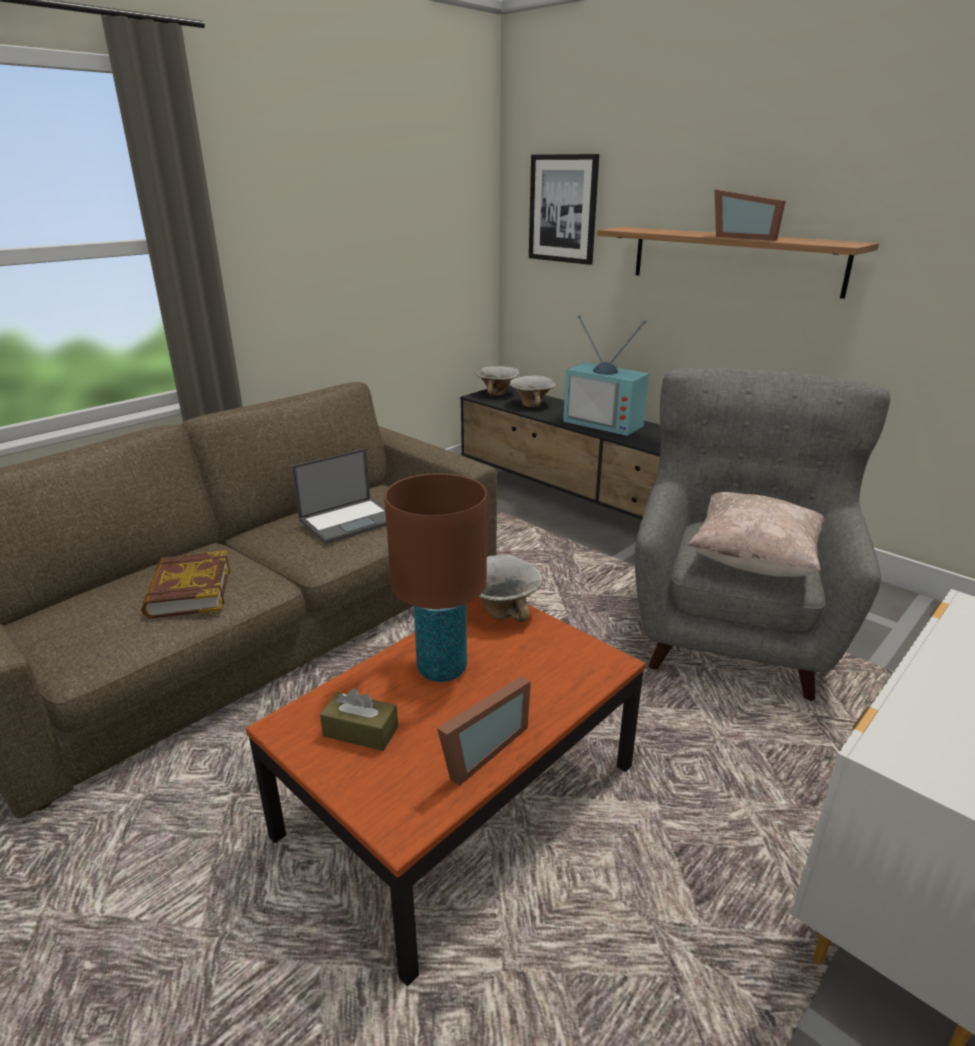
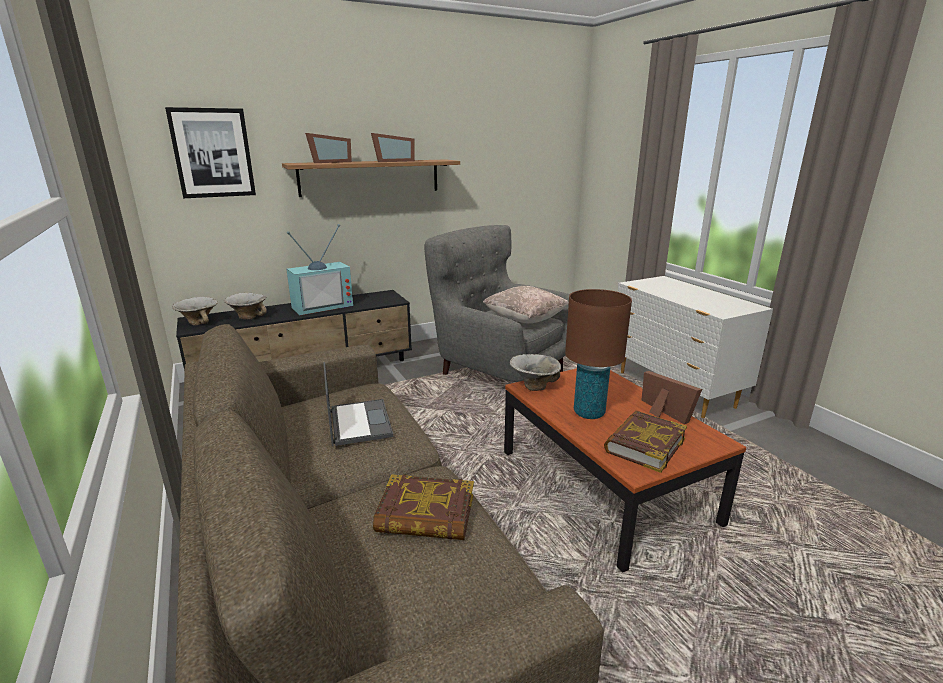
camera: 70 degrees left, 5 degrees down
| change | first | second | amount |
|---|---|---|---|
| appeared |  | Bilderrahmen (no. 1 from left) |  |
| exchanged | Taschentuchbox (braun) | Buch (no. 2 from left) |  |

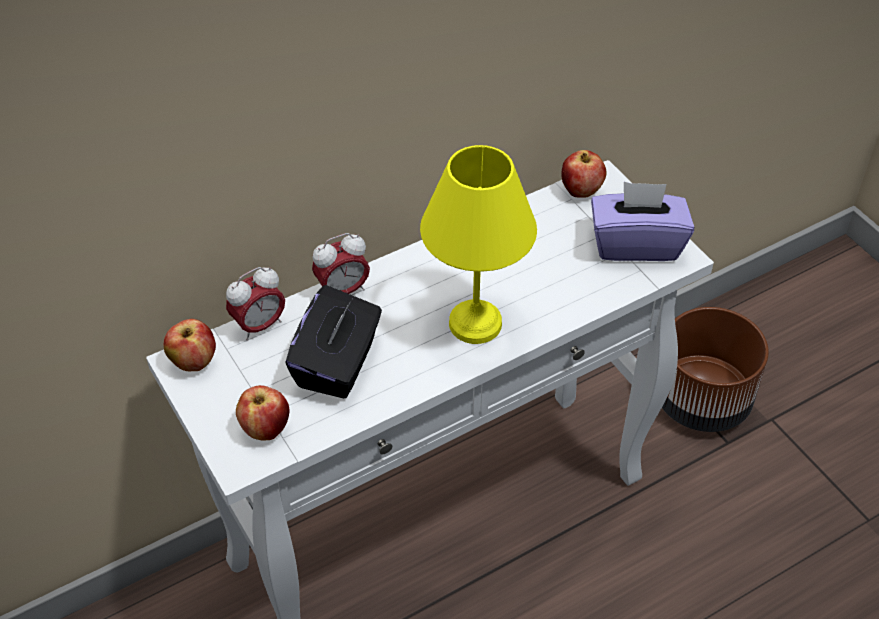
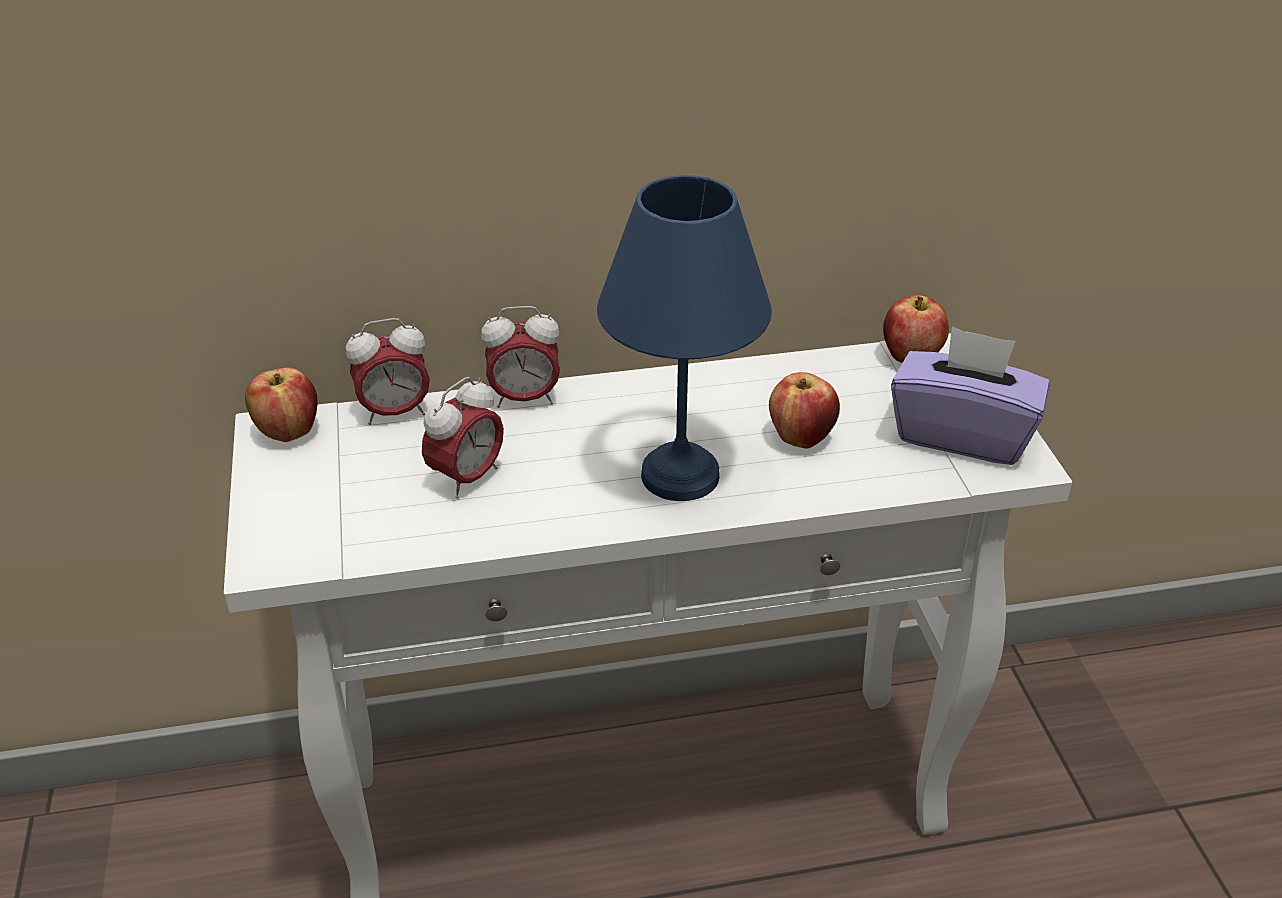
camera: 20 degrees right, 10 degrees down
| change | first | second | amount |
|---|---|---|---|
| missing | Pflanzkübel (braun) |  |  |
| relocated | Apfel (no. 2 from left) |  |  |
| exchanged | Taschentuchbox (schwarz) | Wecker (no. 2 from left) |  |
| colour | Tischlampe (gelb) | Tischlampe (blau) |  |

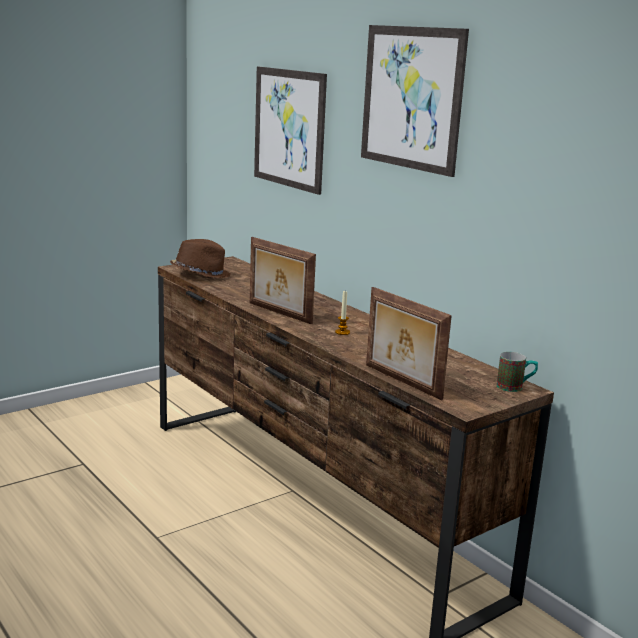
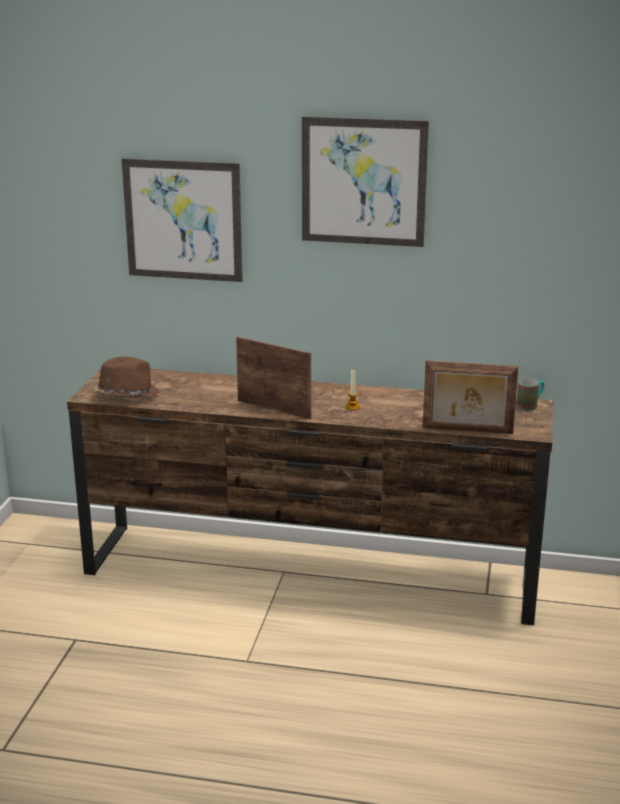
camera: 40 degrees left, 5 degrees up
| change | first | second | amount |
|---|---|---|---|
| spun | Bilderrahmen (no. 1 from left) |  | 150 degrees counterclockwise |

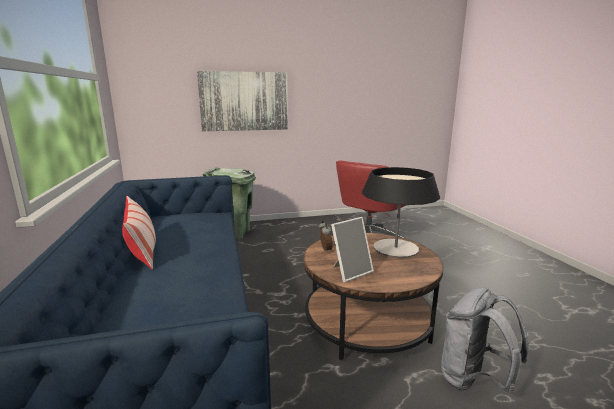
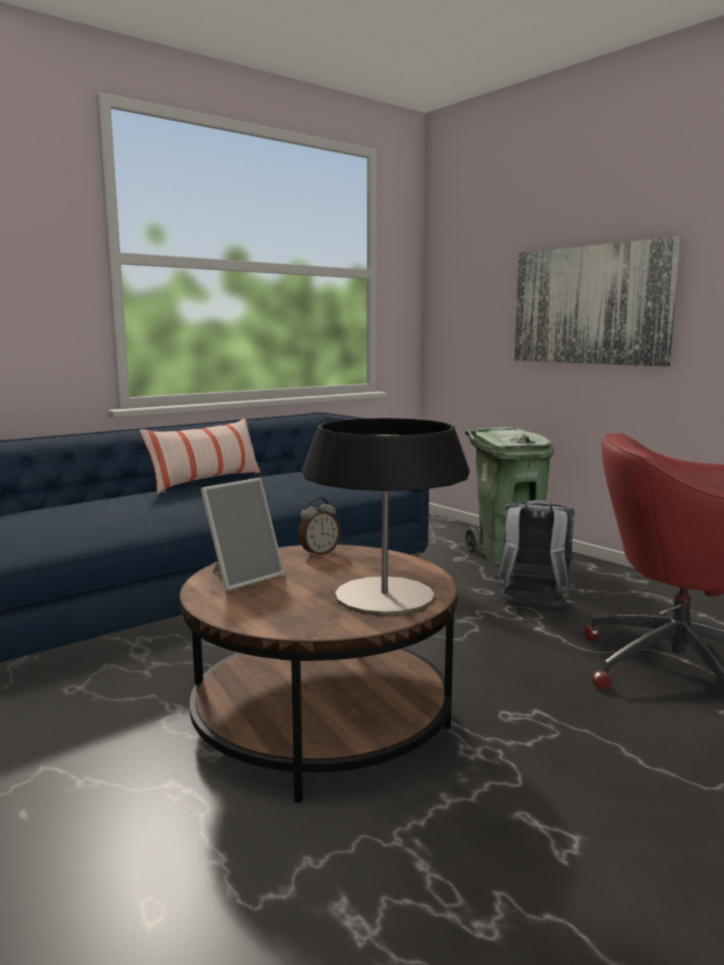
camera: 65 degrees right, 5 degrees down
| change | first | second | amount |
|---|---|---|---|
| relocated | Rucksack (grau) |  |  |
| spun | Bilderrahmen |  | 75 degrees counterclockwise |

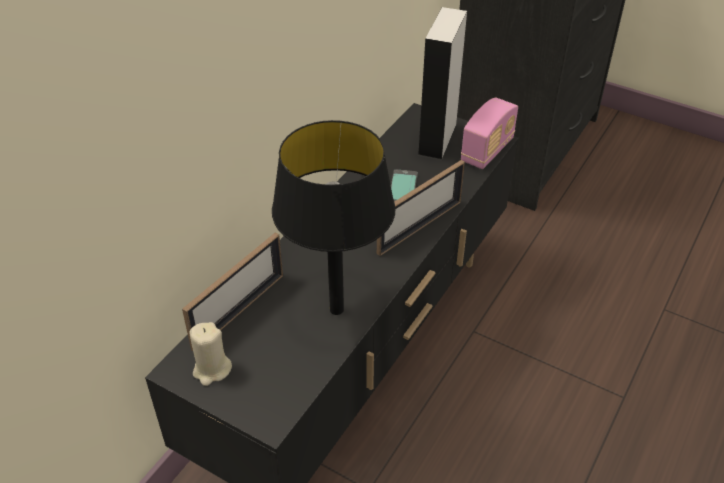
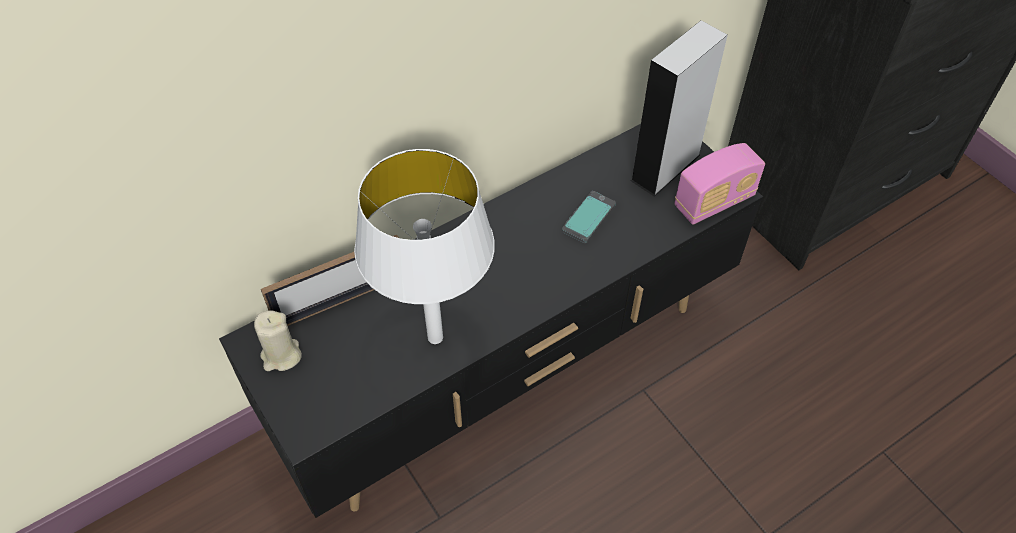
camera: 25 degrees right, 10 degrees up
| change | first | second | amount |
|---|---|---|---|
| missing | Bilderrahmen (no. 2 from left) |  |  |
| colour | Tischlampe (schwarz) | Tischlampe (weiß) |  |

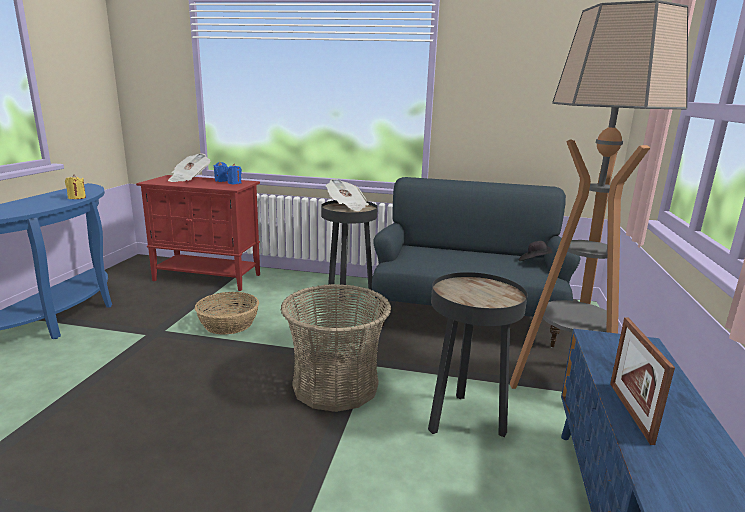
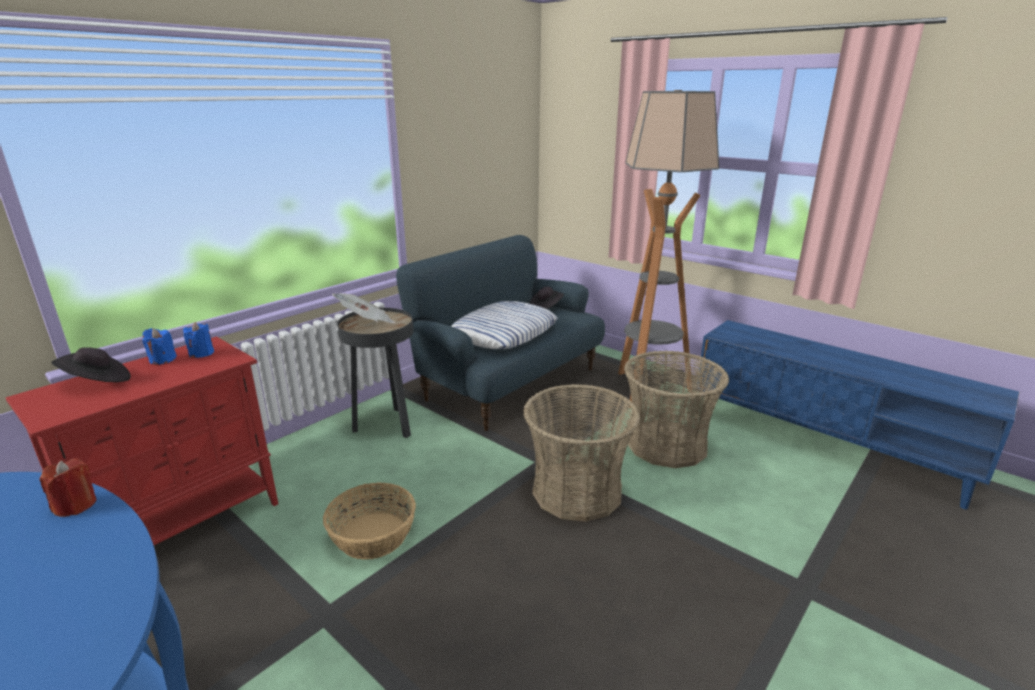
camera: 60 degrees left, 5 degrees up
| change | first | second | amount |
|---|---|---|---|
| missing | Bilderrahmen |  |  |
| appeared |  | Kissen |  |
| exchanged | Zeitung (no. 1 from left) | Hut (schwarz) (no. 1 from left) |  |
| exchanged | Beistelltisch (schwarz) (no. 2 from left) | Korb (no. 3 from left) |  |
| colour | Kerze (gelb) | Kerze (rot) |  |

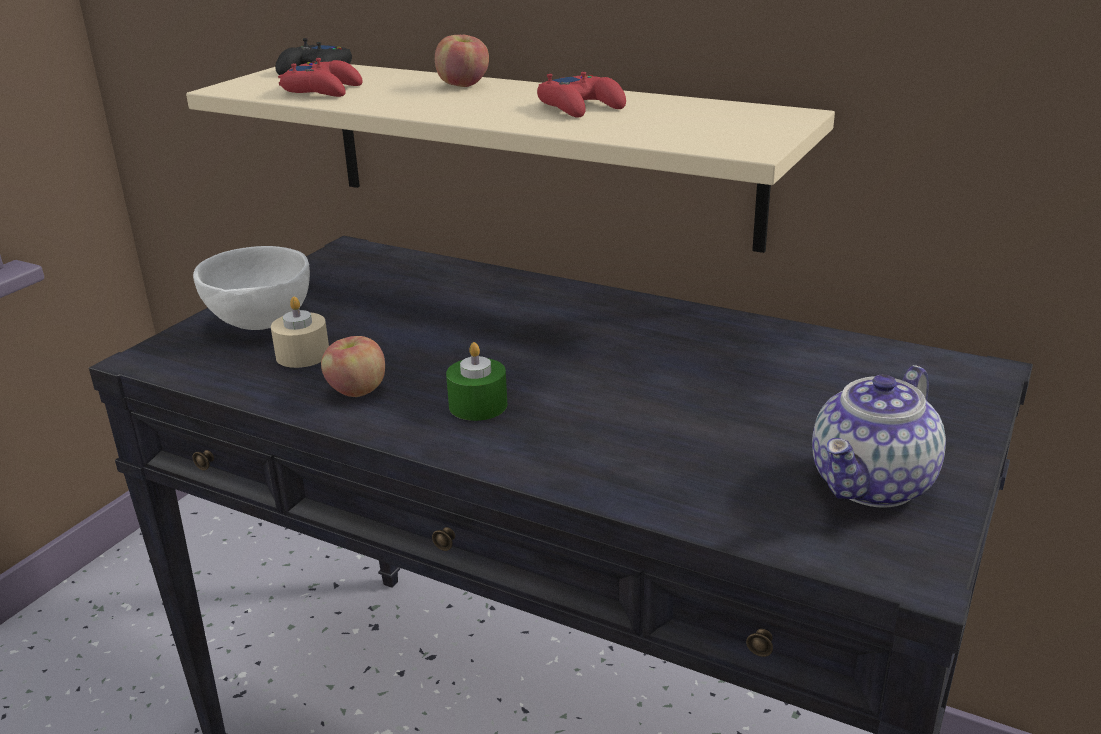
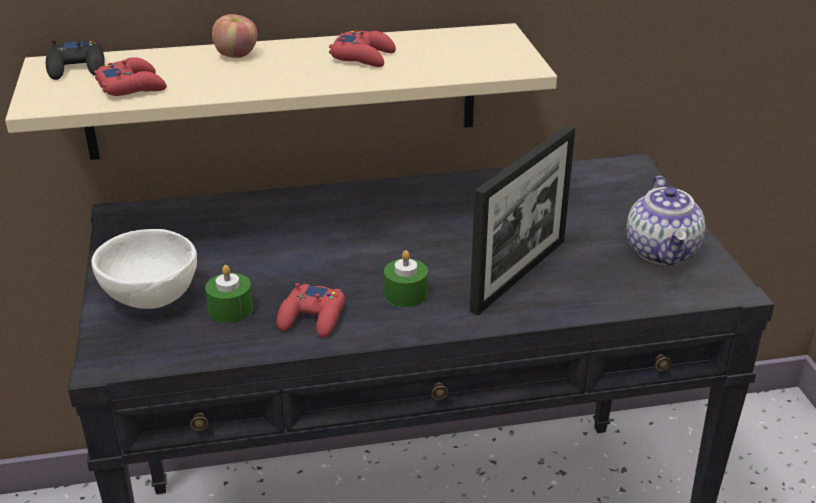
camera: 40 degrees left, 5 degrees up
| change | first | second | amount |
|---|---|---|---|
| appeared |  | Bilderrahmen |  |
| exchanged | Apfel (no. 1 from left) | Gamepad (rot) (no. 2 from left) |  |
| colour | Kerze (beige) | Kerze (grün) (no. 1 from left) |  |

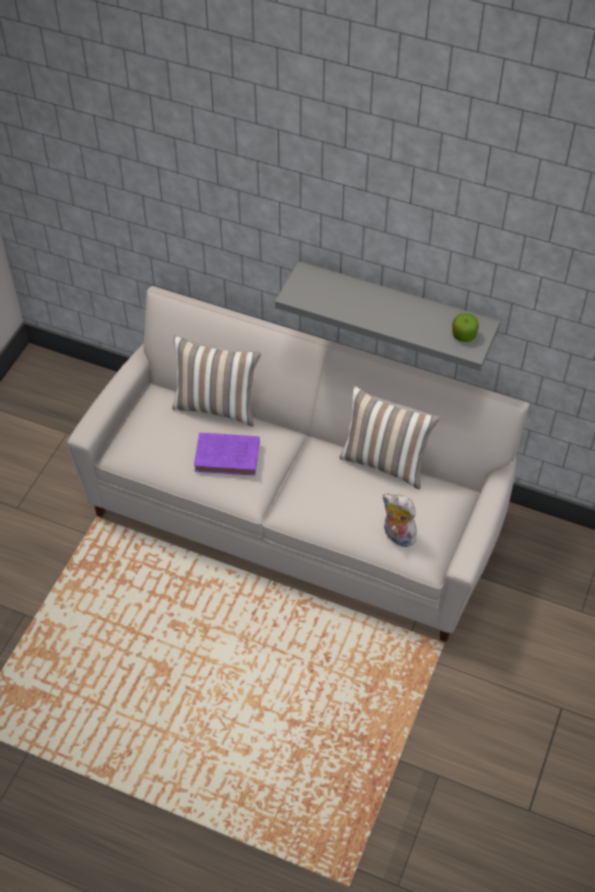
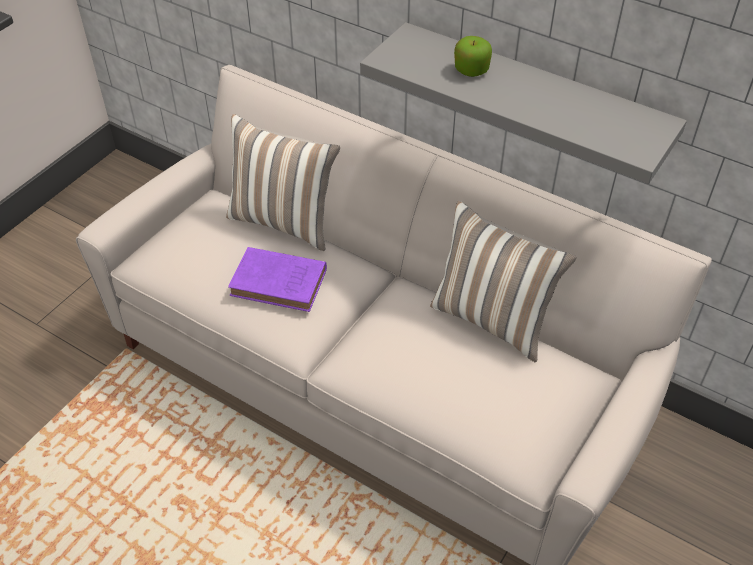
camera: 10 degrees right, 5 degrees down
| change | first | second | amount |
|---|---|---|---|
| missing | Plüschtier |  |  |
| relocated | Apfel |  |  |

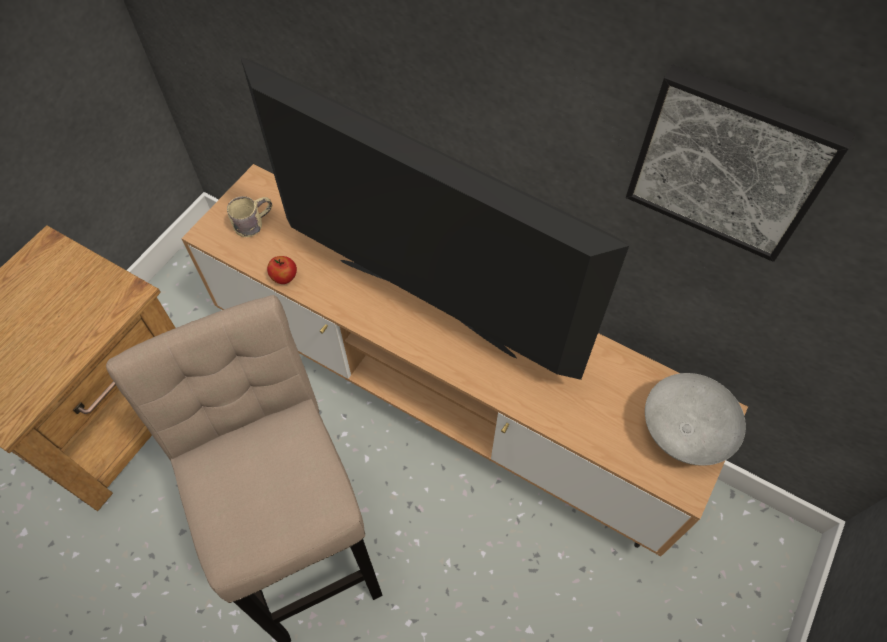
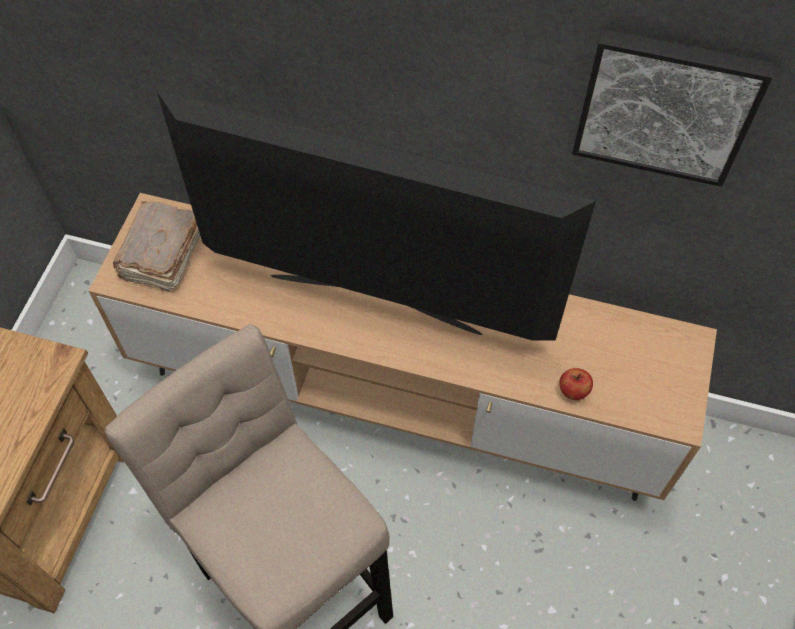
camera: 15 degrees left, 0 degrees up
| change | first | second | amount |
|---|---|---|---|
| missing | Schüssel (grau) |  |  |
| relocated | Apfel |  |  |
| exchanged | Henkelbecher (beige) | Buch (braun) |  |

